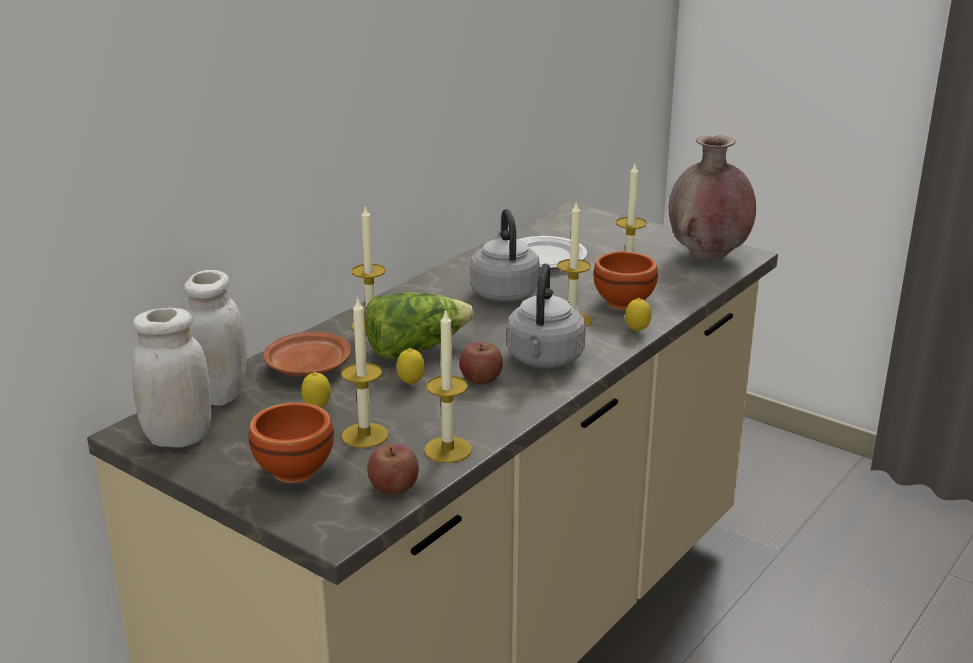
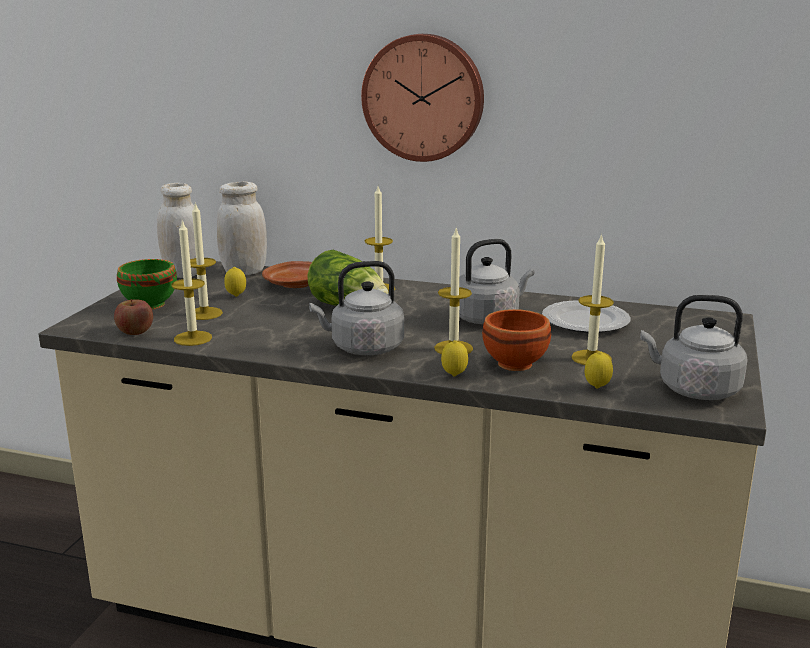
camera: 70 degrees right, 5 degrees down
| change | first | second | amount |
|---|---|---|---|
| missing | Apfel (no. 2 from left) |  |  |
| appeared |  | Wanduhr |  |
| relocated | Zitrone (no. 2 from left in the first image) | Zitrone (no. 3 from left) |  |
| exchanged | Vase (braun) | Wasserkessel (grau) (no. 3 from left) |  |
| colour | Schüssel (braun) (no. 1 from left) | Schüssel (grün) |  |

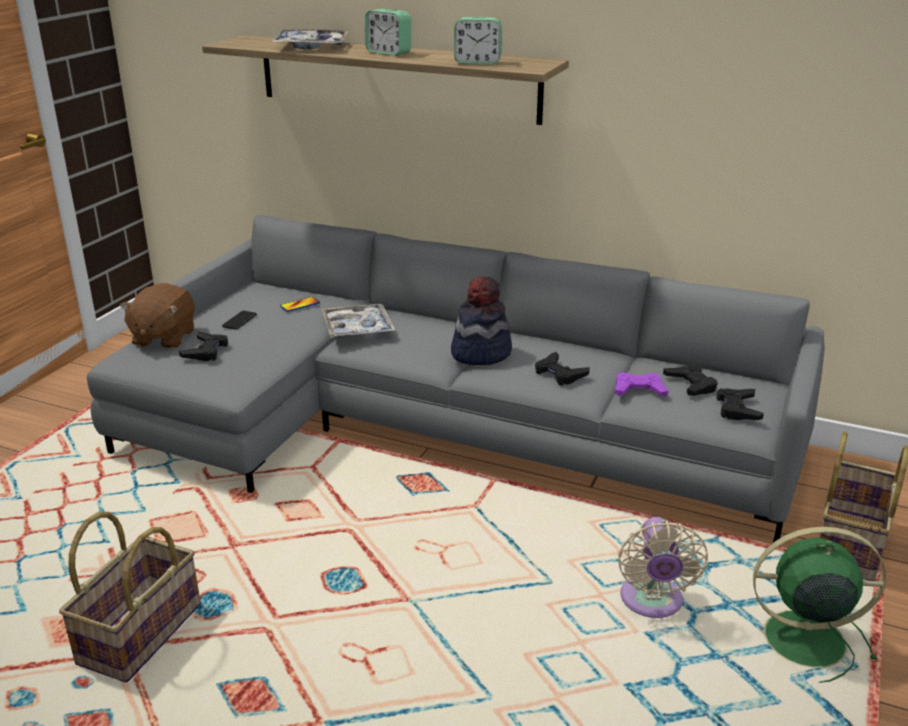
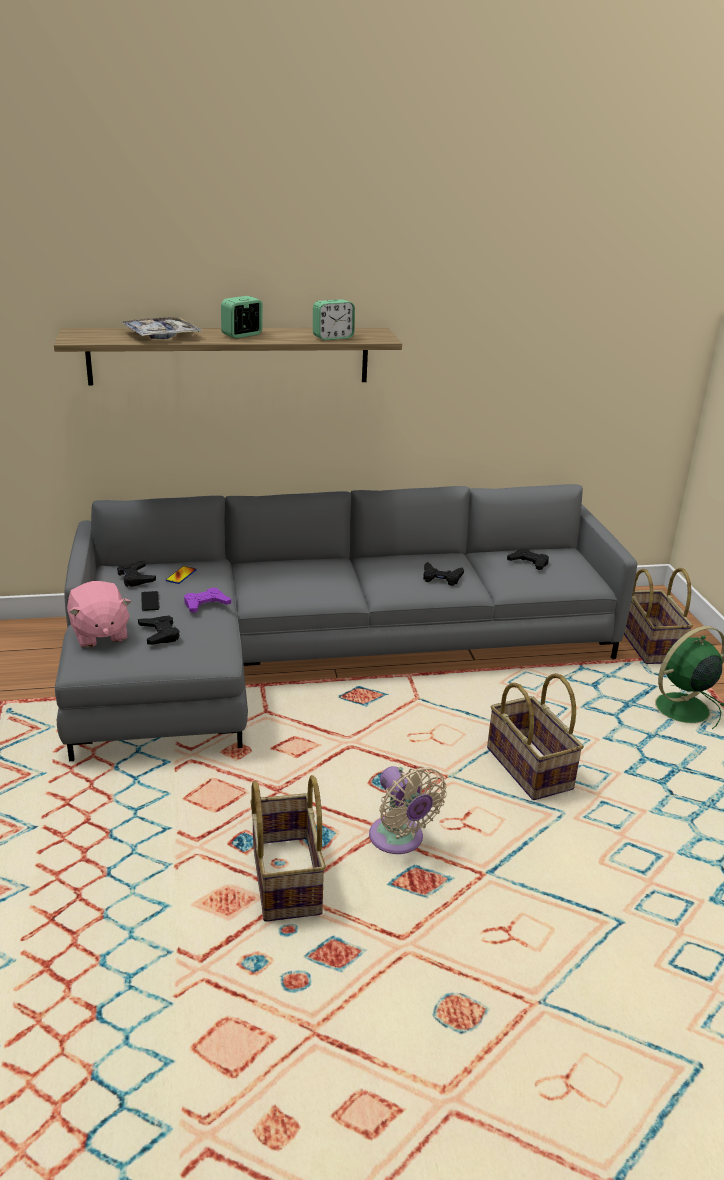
camera: 35 degrees left, 0 degrees up
| change | first | second | amount |
|---|---|---|---|
| missing | Tablett (no. 2 from left) |  |  |
| missing | Hut |  |  |
| appeared |  | Korb (no. 2 from left) |  |
| relocated | Gamepad (lila) |  |  |
| relocated | Ventilator (beige) |  |  |
| relocated | Gamepad (schwarz) (no. 4 from left in the first image) | Gamepad (schwarz) (no. 1 from left) |  |
| colour | Plüschtier (braun) | Plüschtier (rosa) |  |
| spun | Wecker (no. 1 from left) |  | 135 degrees clockwise |

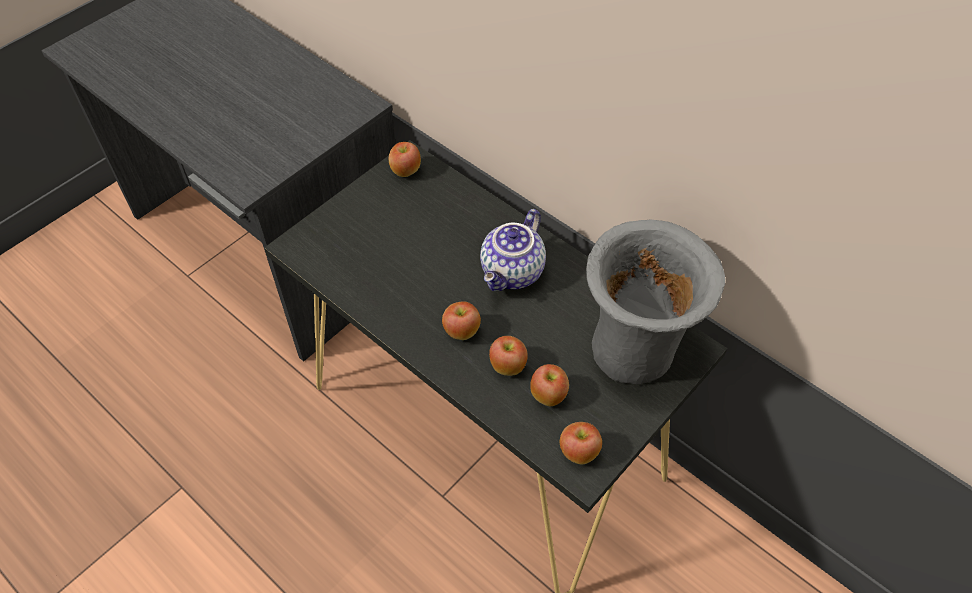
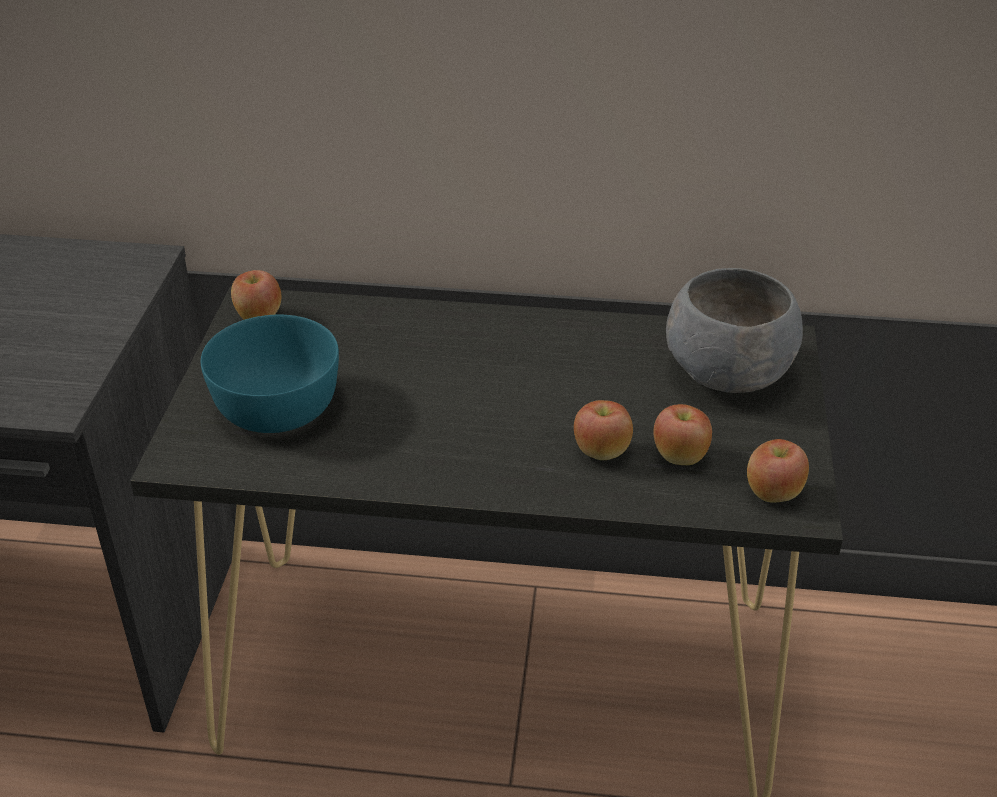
camera: 35 degrees left, 15 degrees down
| change | first | second | amount |
|---|---|---|---|
| missing | Apfel (no. 2 from left) |  |  |
| missing | Teekanne |  |  |
| appeared |  | Schüssel (türkis) |  |
| exchanged | Vase (grau) | Schüssel (grau) |  |

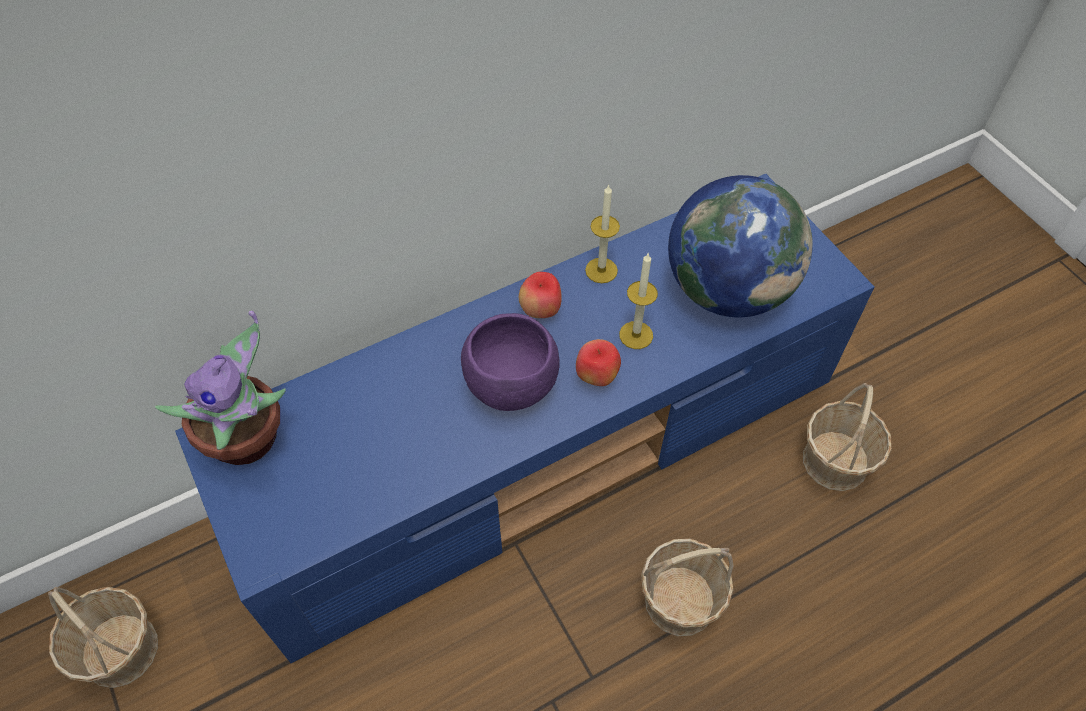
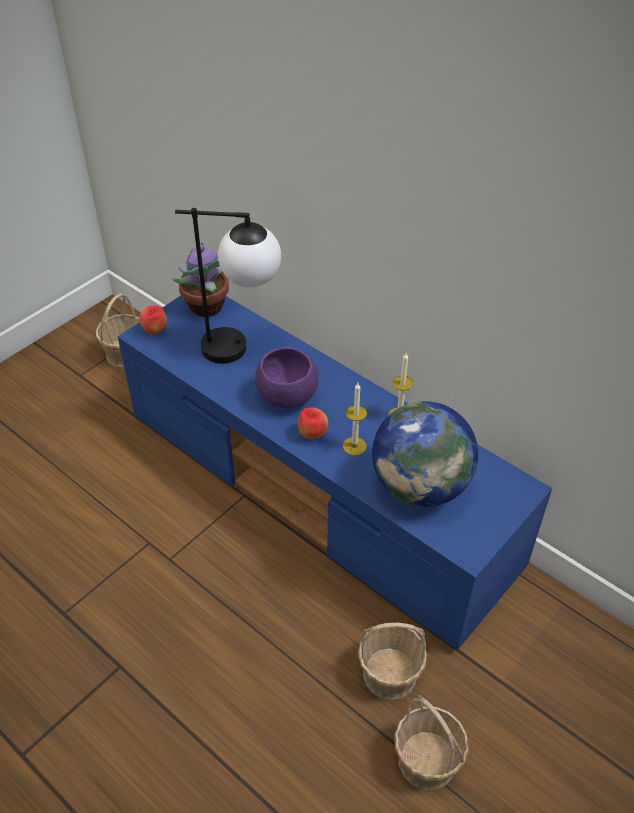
camera: 70 degrees right, 10 degrees down
| change | first | second | amount |
|---|---|---|---|
| appeared |  | Tischlampe |  |
| relocated | Apfel (no. 1 from left) |  |  |
| relocated | Korb (no. 2 from left in the first image) | Korb (no. 3 from left) |  |

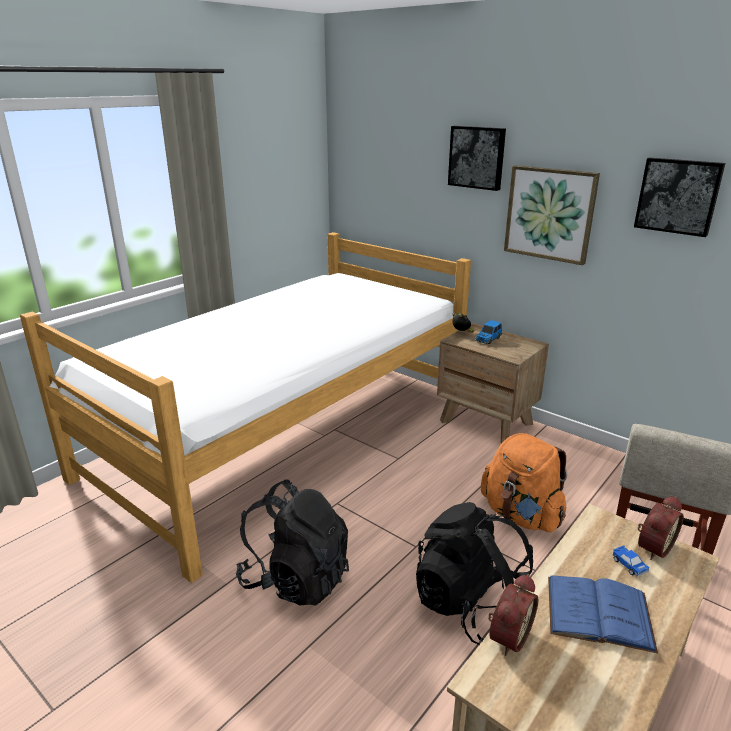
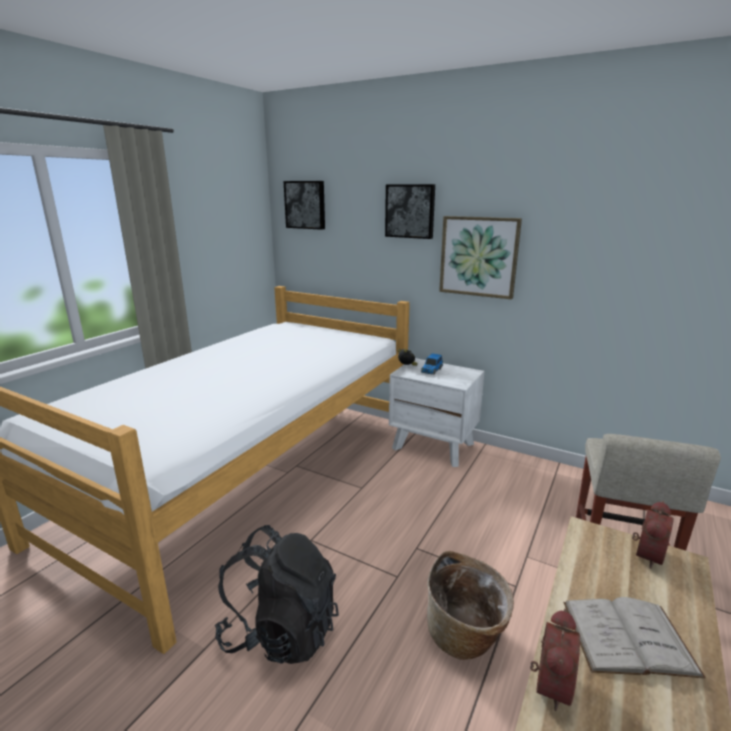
camera: 10 degrees left, 5 degrees down
| change | first | second | amount |
|---|---|---|---|
| missing | Rucksack (orange) |  |  |
| missing | Spielzeugauto (no. 2 from left) |  |  |
| relocated | Bild (no. 3 from left in the first image) | Bild (no. 1 from left) |  |
| exchanged | Rucksack (schwarz) (no. 2 from left) | Korb |  |
| colour | Nachttisch (braun) | Nachttisch (weiß) |  |
| colour | Buch (blau) | Buch (weiß) |  |

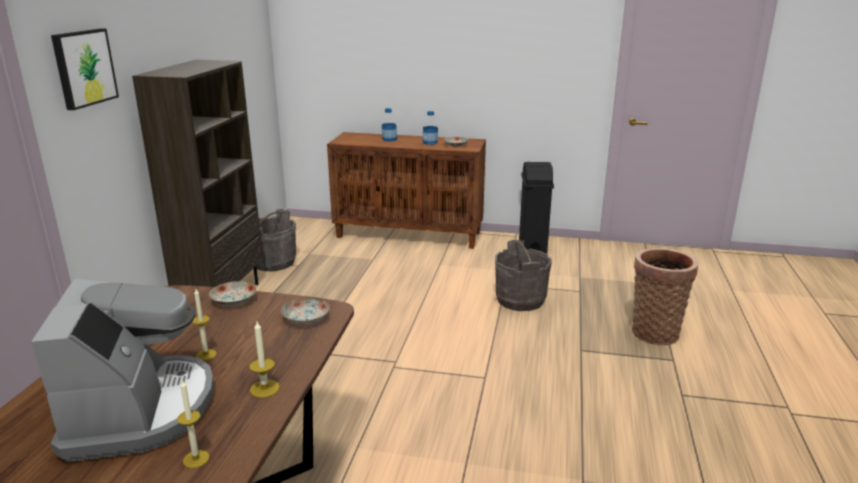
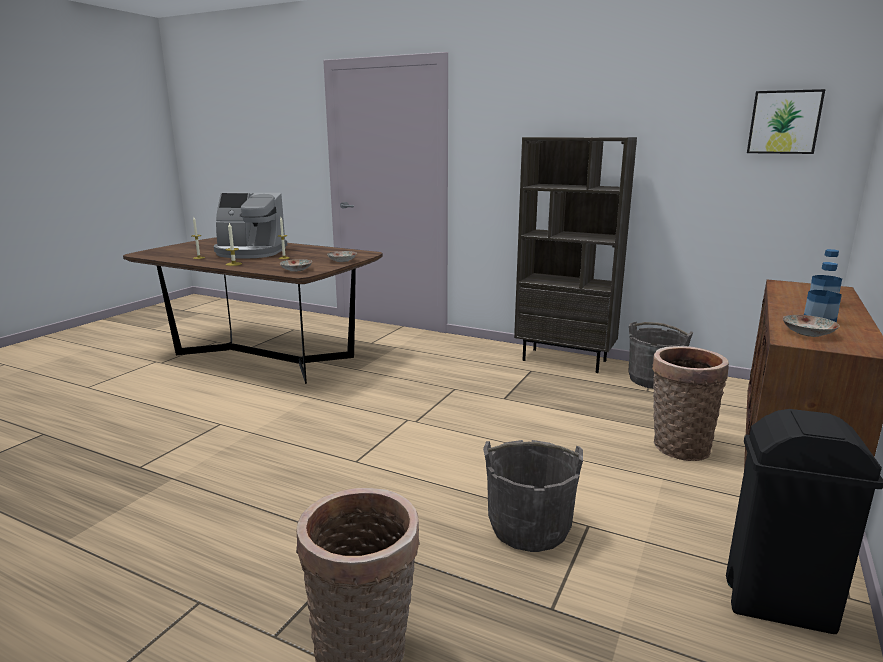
camera: 105 degrees right, 5 degrees down
| change | first | second | amount |
|---|---|---|---|
| appeared |  | Korb (no. 2 from left) |  |
| relocated | Bild |  |  |

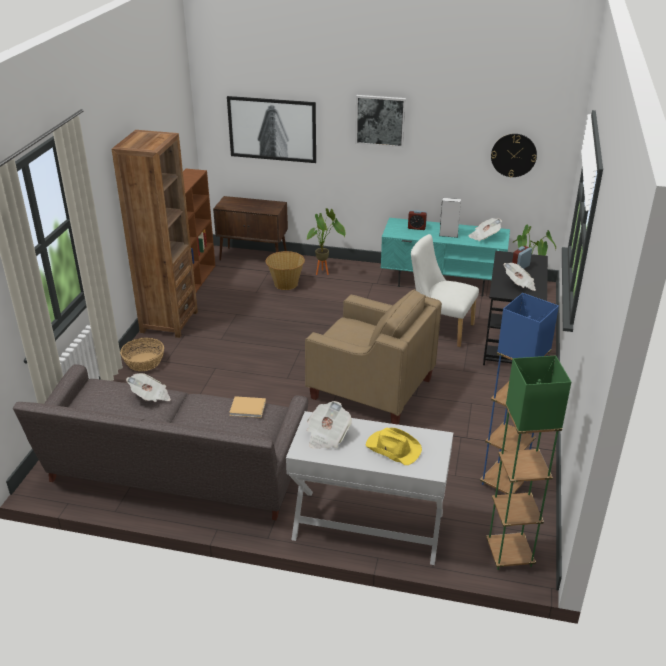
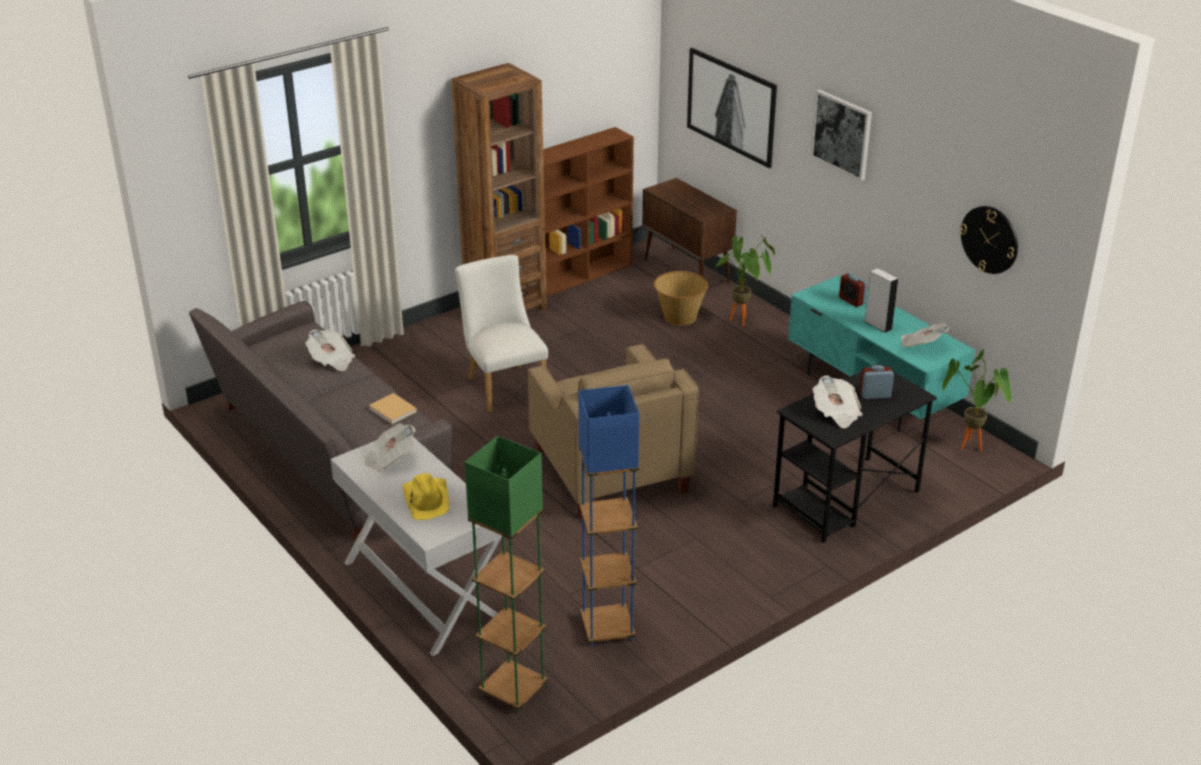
camera: 40 degrees right, 0 degrees up
| change | first | second | amount |
|---|---|---|---|
| missing | Korb (no. 1 from left) |  |  |
| relocated | Stuhl (weiß) |  |  |

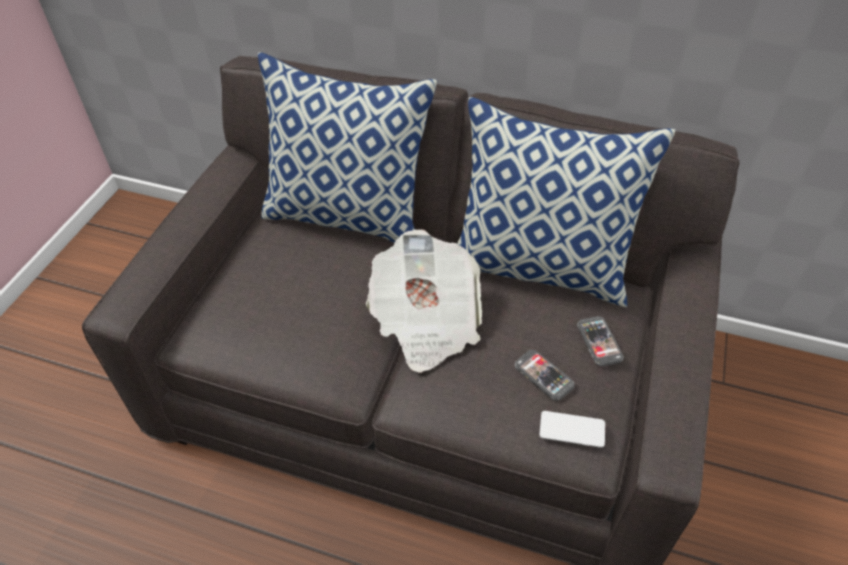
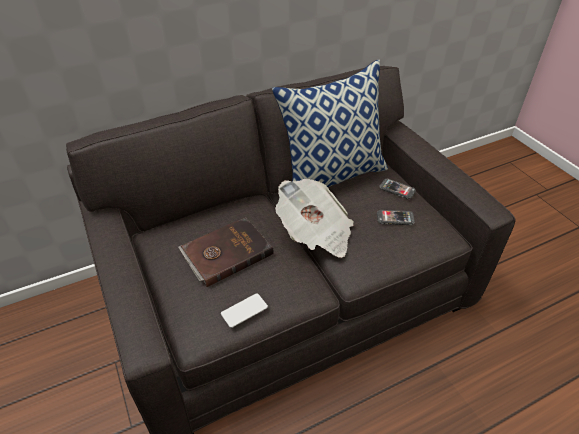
camera: 45 degrees left, 5 degrees down
| change | first | second | amount |
|---|---|---|---|
| missing | Kissen (no. 1 from left) |  |  |
| appeared |  | Buch (braun) |  |
| relocated | Handy (no. 2 from left in the first image) | Handy (no. 1 from left) |  |

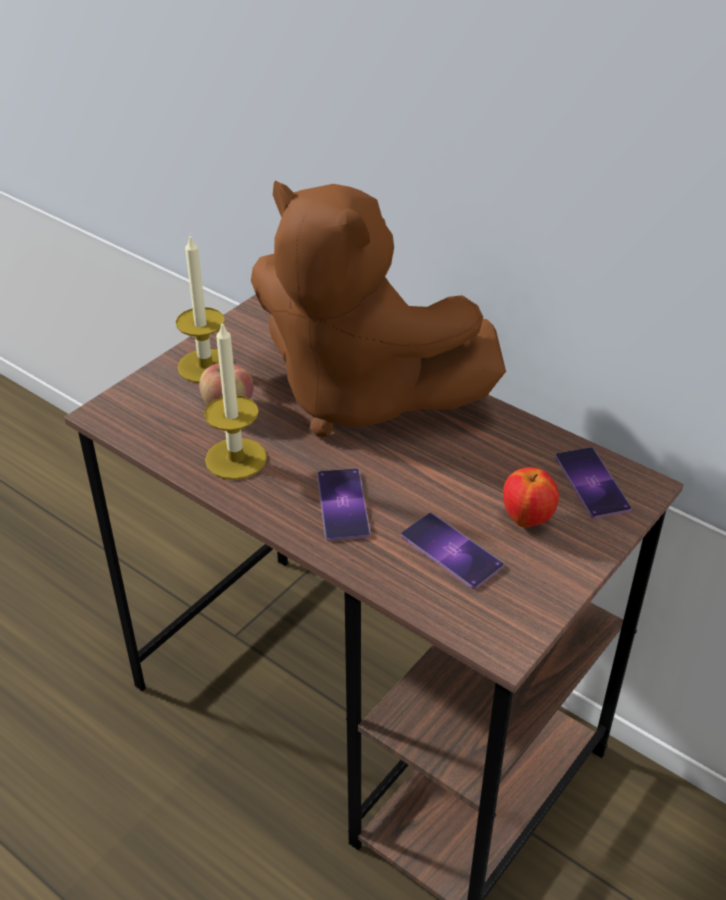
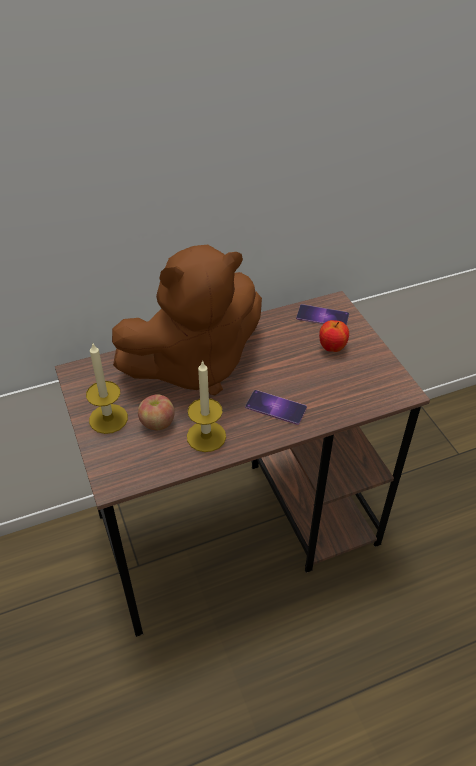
camera: 60 degrees left, 5 degrees up
| change | first | second | amount |
|---|---|---|---|
| missing | Handy (no. 2 from left) |  |  |

